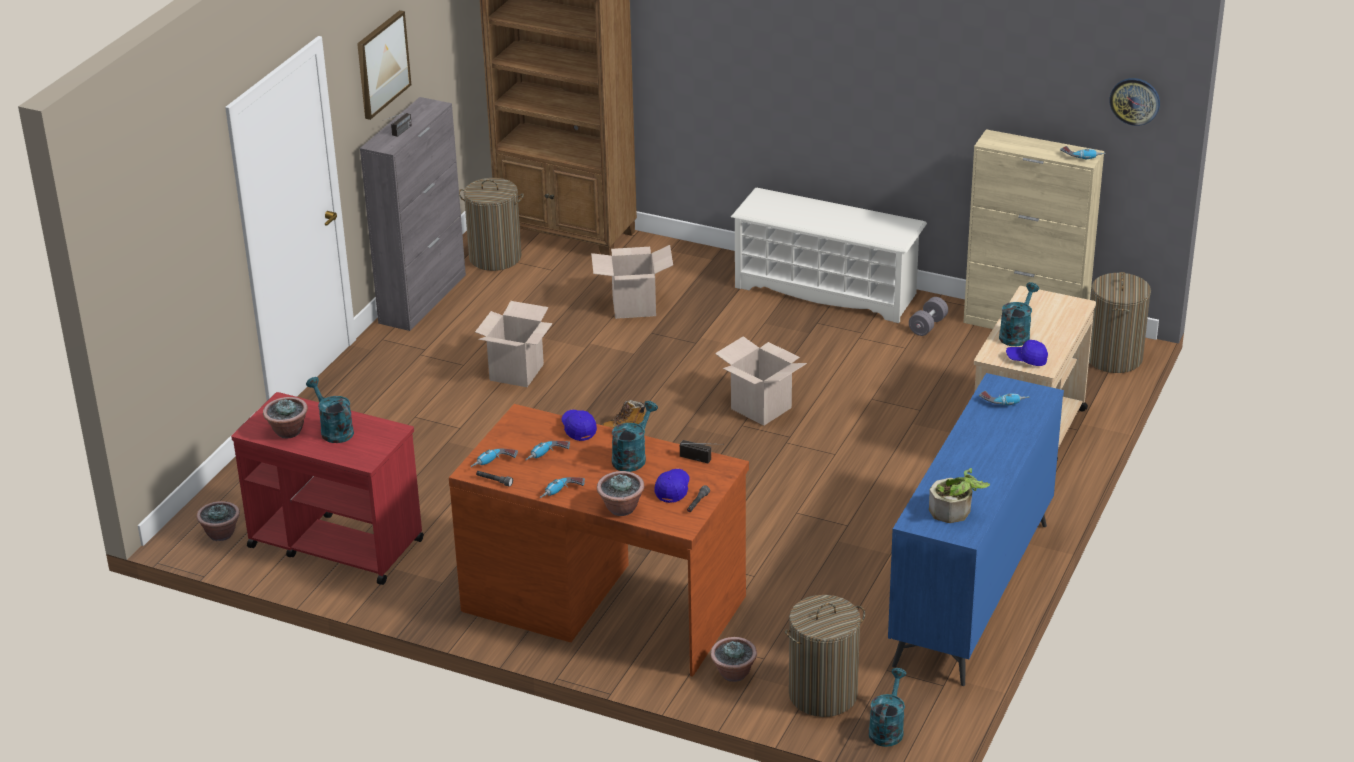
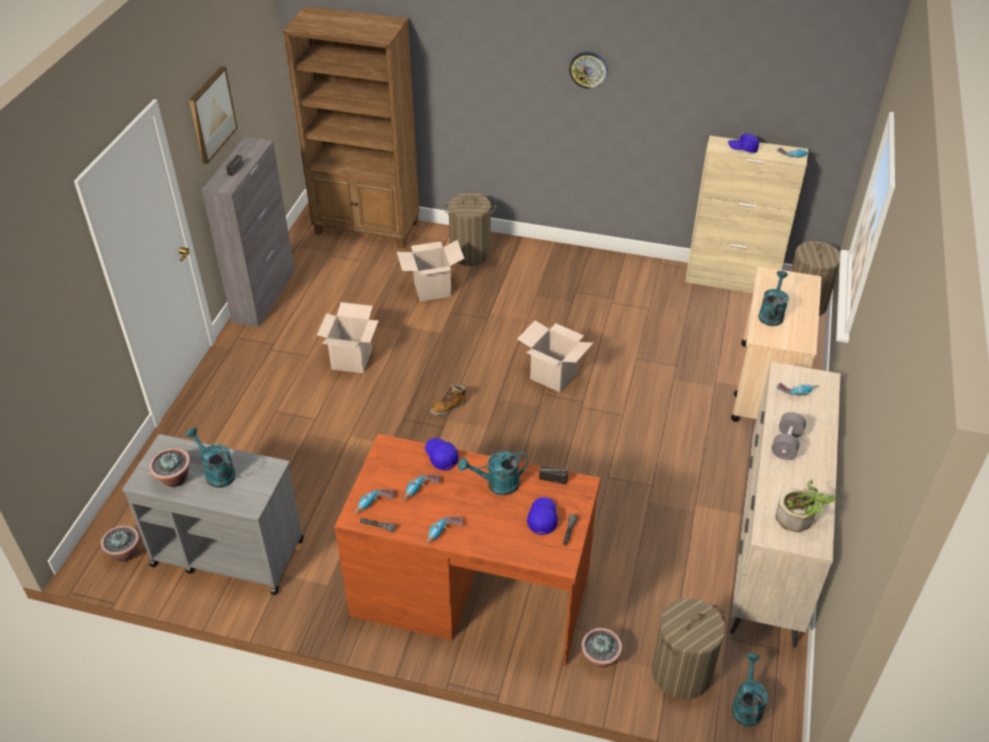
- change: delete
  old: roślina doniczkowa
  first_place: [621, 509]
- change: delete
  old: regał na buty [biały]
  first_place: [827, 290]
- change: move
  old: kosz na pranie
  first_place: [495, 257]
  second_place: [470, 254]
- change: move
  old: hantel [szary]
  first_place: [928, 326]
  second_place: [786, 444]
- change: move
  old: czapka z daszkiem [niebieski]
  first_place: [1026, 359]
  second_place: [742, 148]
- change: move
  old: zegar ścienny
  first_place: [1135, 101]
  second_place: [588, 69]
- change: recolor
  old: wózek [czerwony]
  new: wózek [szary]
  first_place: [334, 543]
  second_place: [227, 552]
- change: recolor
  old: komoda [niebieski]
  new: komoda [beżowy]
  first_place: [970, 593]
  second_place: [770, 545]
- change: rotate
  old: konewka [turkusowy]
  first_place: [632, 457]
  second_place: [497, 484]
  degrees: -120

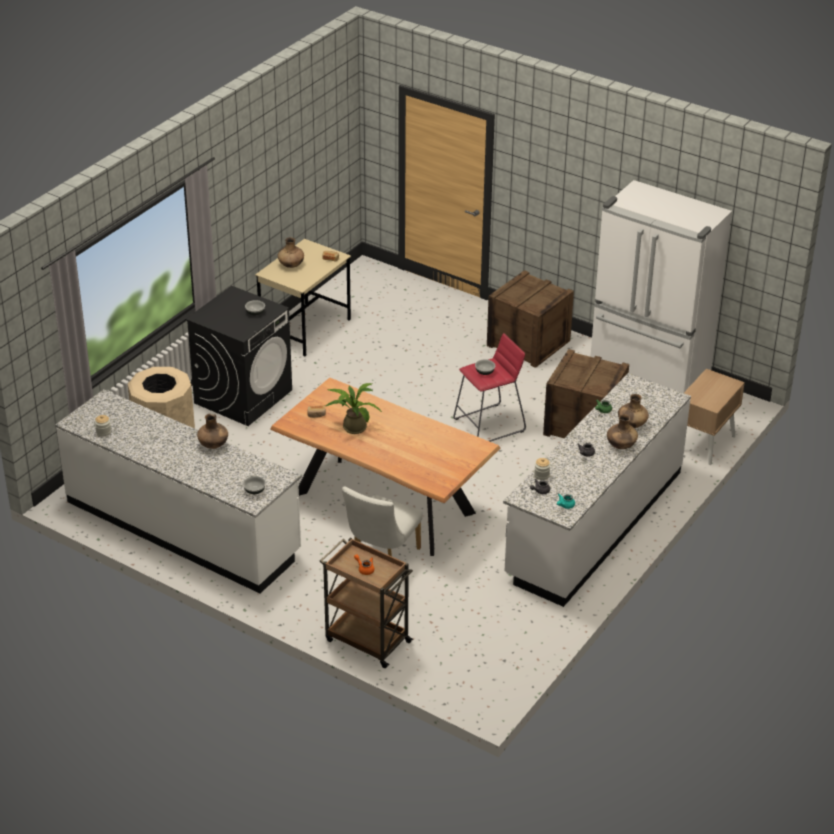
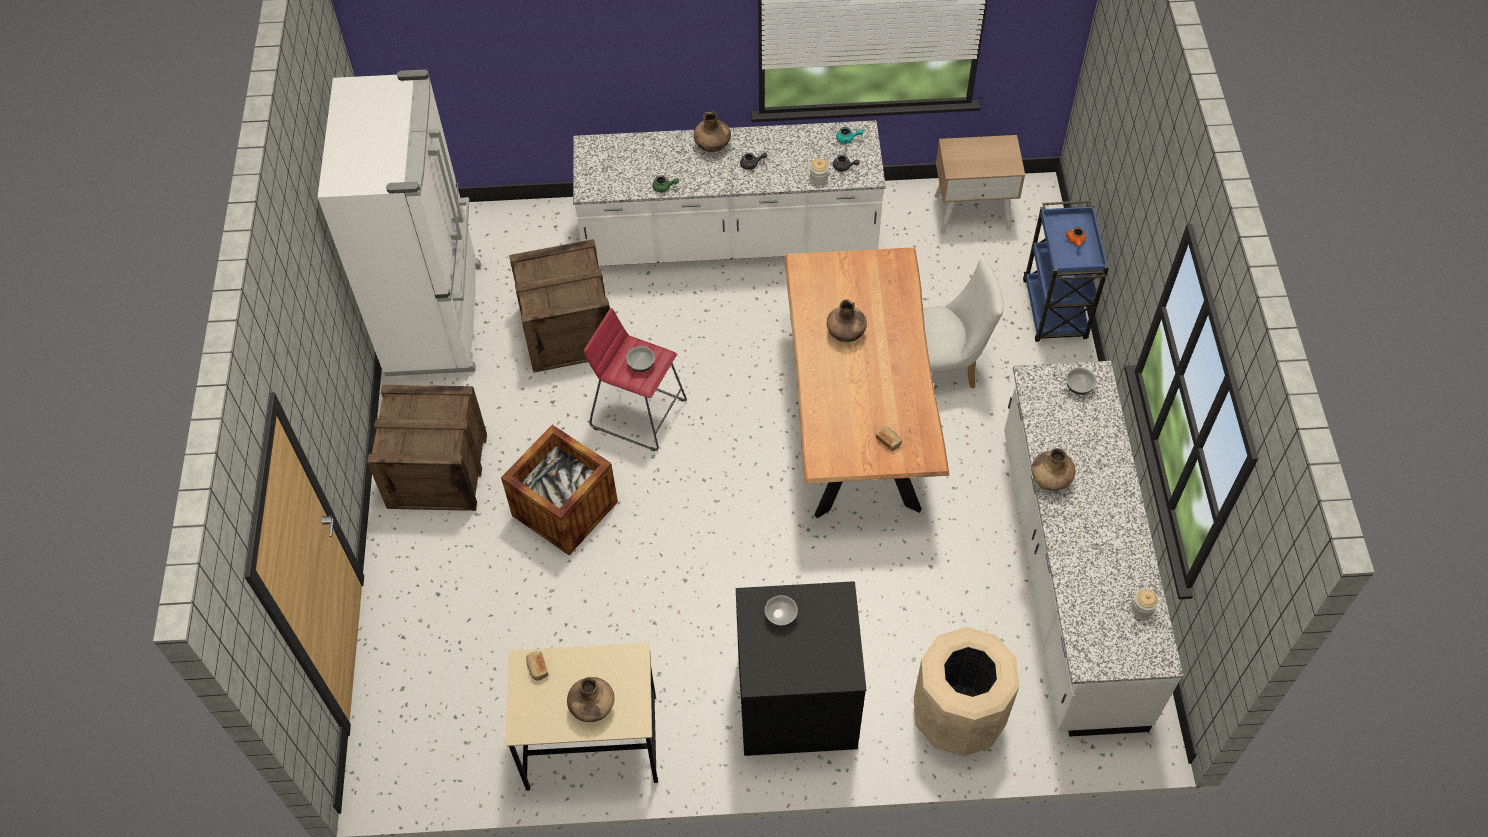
- change: delete
  old: roślina doniczkowa
  first_place: [352, 426]
- change: insert
  new: skrzynka
  second_place: [565, 509]
- change: move
  old: wazon [brązowy]
  first_place: [631, 424]
  second_place: [846, 333]
- change: move
  old: szafka nocna [beżowy]
  first_place: [704, 443]
  second_place: [972, 212]
- change: recolor
  old: wózek [brązowy]
  new: wózek [niebieski]
  first_place: [366, 640]
  second_place: [1055, 311]

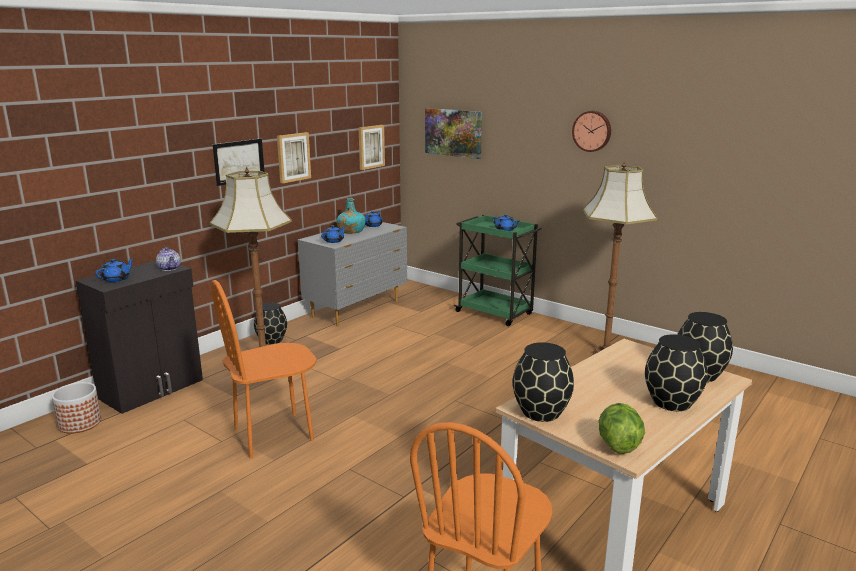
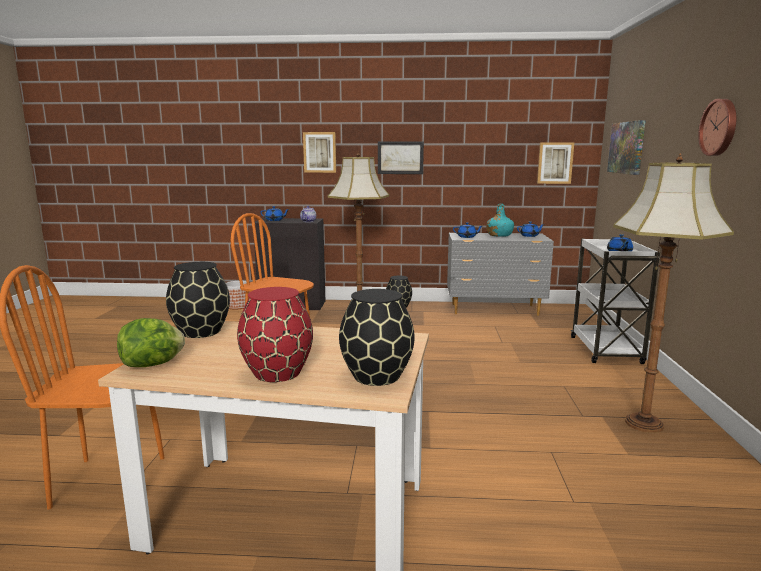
- change: move
  old: obraz
  first_place: [293, 157]
  second_place: [320, 152]
- change: recolor
  old: wózek [zielony]
  new: wózek [biały]
  first_place: [495, 313]
  second_place: [606, 351]
- change: recolor
  old: wazon [czarny]
  new: wazon [czerwony]
  first_place: [671, 402]
  second_place: [278, 372]

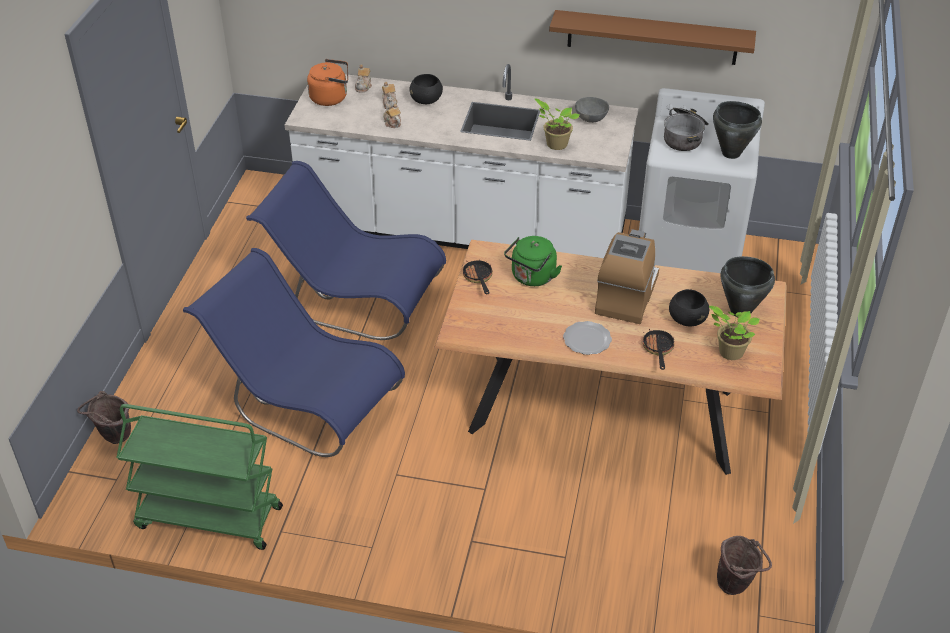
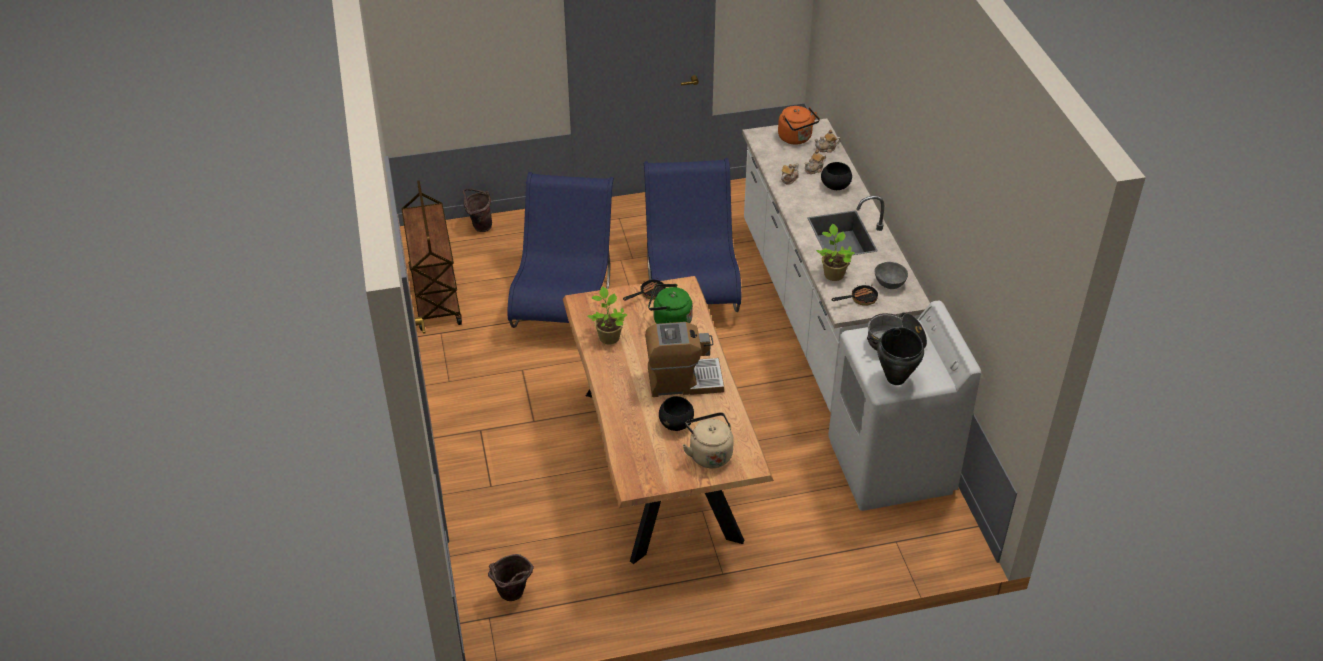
- change: delete
  old: półka [brązowy]
  first_place: [652, 37]
- change: delete
  old: talerz
  first_place: [586, 340]
- change: move
  old: patelnia
  first_place: [658, 350]
  second_place: [860, 299]
- change: move
  old: roślina doniczkowa
  first_place: [729, 352]
  second_place: [608, 336]
- change: replace
  old: garnek [czarny]
  new: czajnik [beżowy]
  first_place: [740, 311]
  second_place: [709, 454]
- change: recolor
  old: wózek [zielony]
  new: wózek [brązowy]
  first_place: [208, 518]
  second_place: [434, 295]

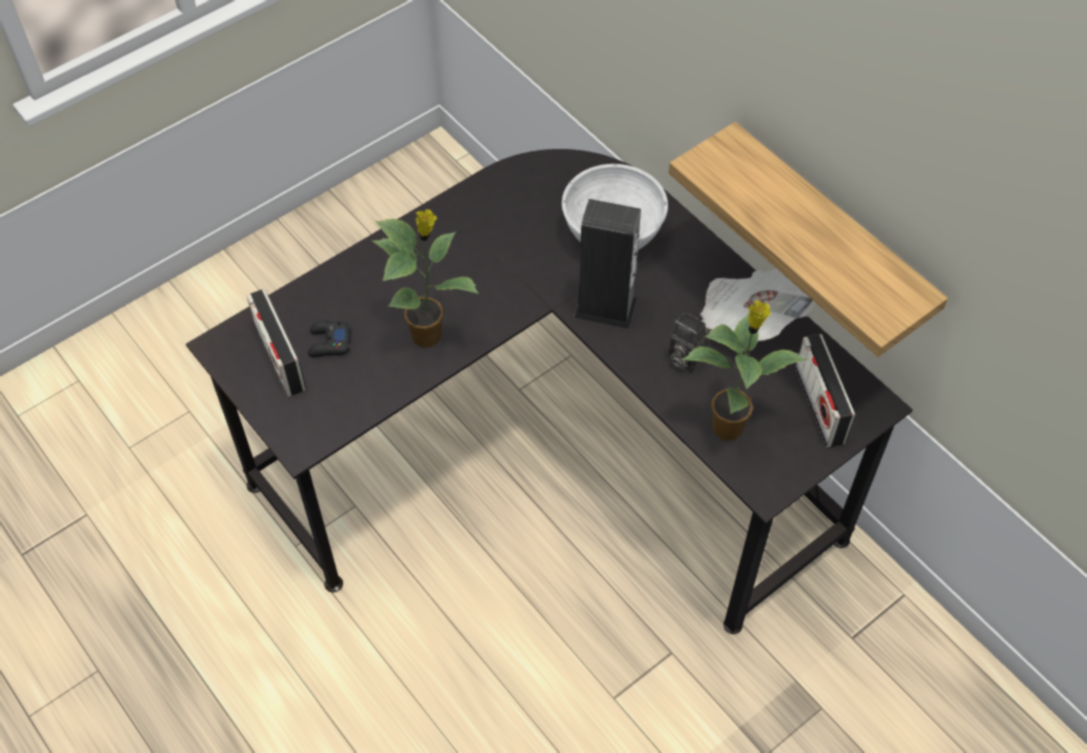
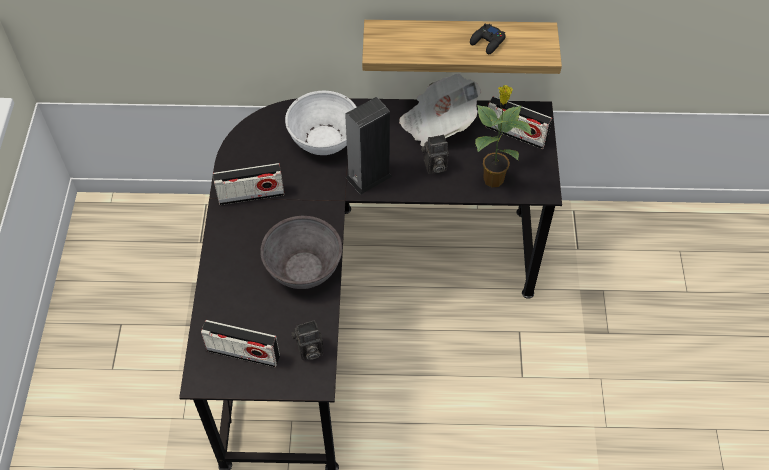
- change: insert
  new: radio
  second_place: [251, 195]
- change: insert
  new: aparat fotograficzny
  second_place: [309, 350]
- change: move
  old: pad do gier [czarny]
  first_place: [329, 343]
  second_place: [487, 42]
- change: replace
  old: roślina doniczkowa
  new: miska [szary]
  first_place: [428, 335]
  second_place: [303, 268]

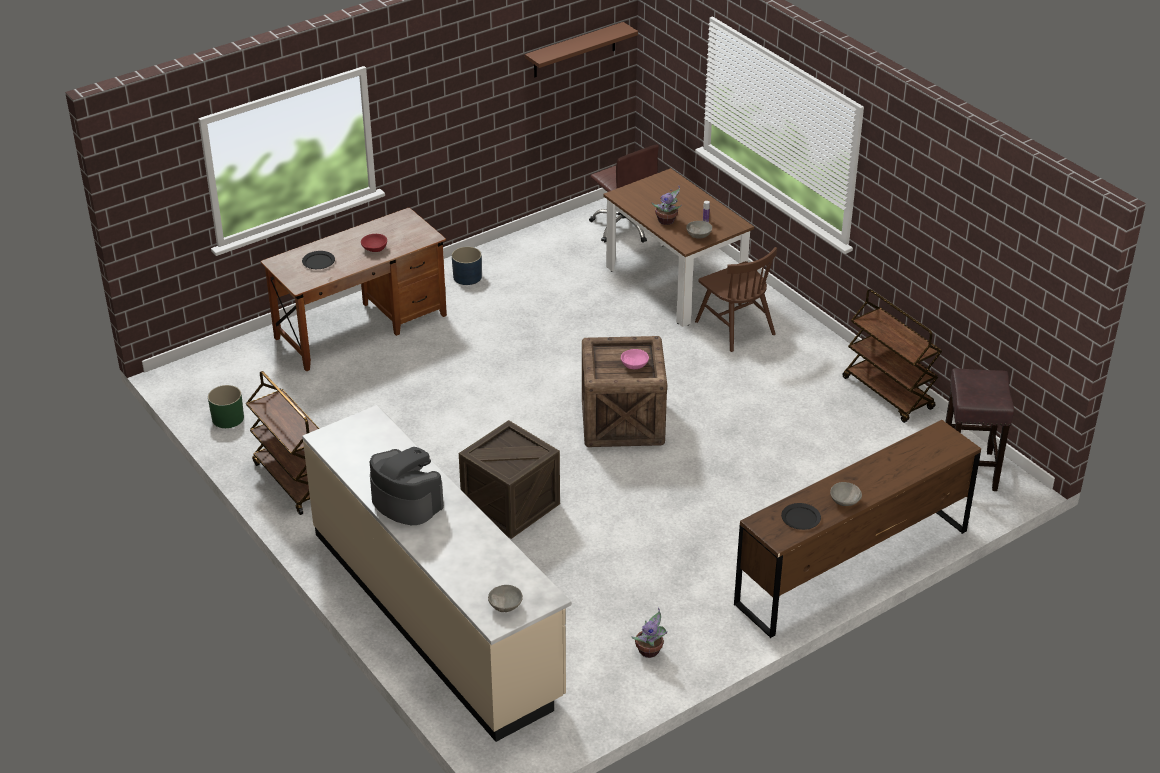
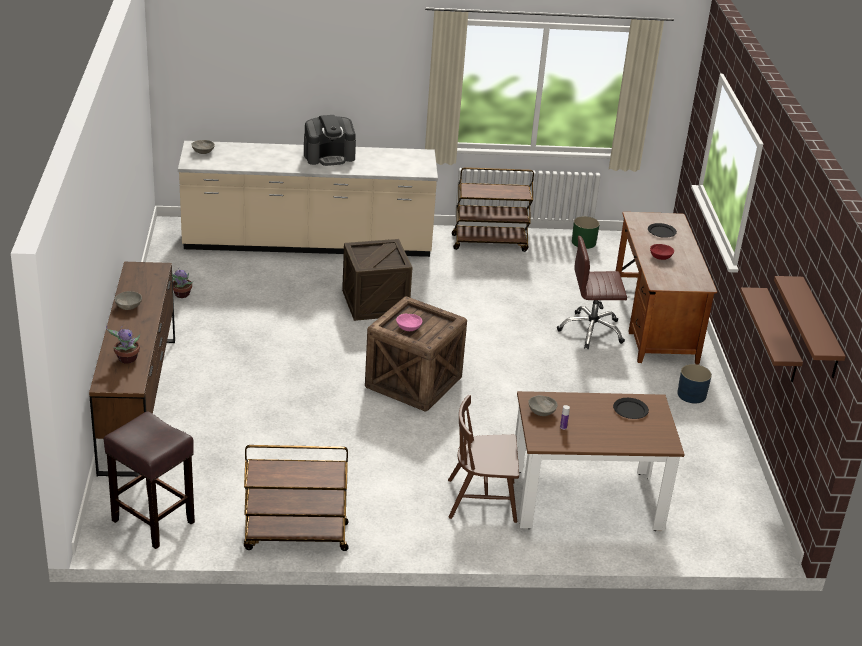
- change: insert
  new: półka [brązowy]
  second_place: [781, 336]
- change: move
  old: krzesło biurowe [brązowy]
  first_place: [624, 226]
  second_place: [591, 331]
- change: move
  old: roślina doniczkowa
  first_place: [667, 221]
  second_place: [126, 359]
- change: move
  old: talerz [czarny]
  first_place: [801, 518]
  second_place: [630, 410]

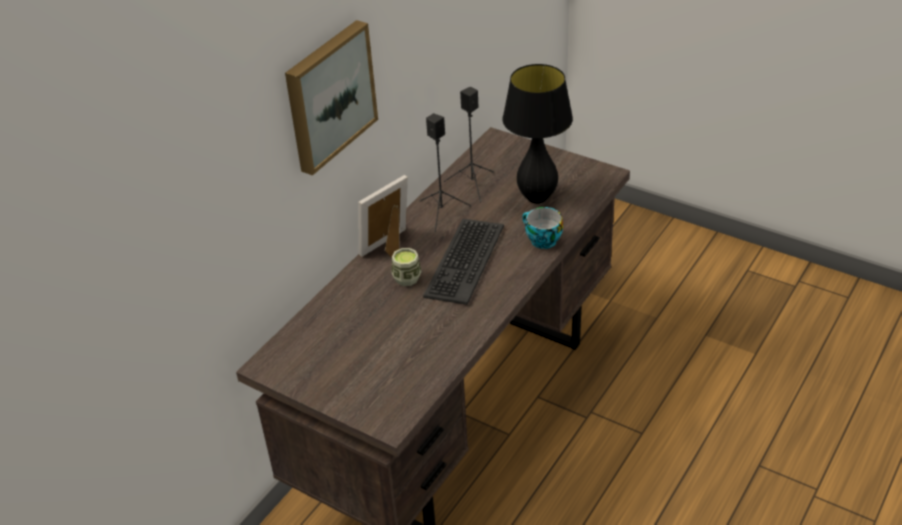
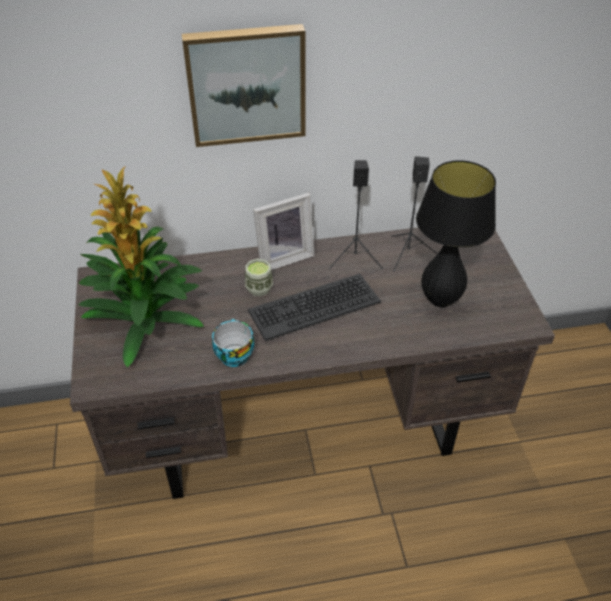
- change: insert
  new: roślina doniczkowa
  second_place: [146, 318]
- change: move
  old: filiżanka
  first_place: [541, 240]
  second_place: [233, 354]
- change: rotate
  old: ramka na zdjęcie
  first_place: [389, 247]
  second_place: [283, 257]
  degrees: 150

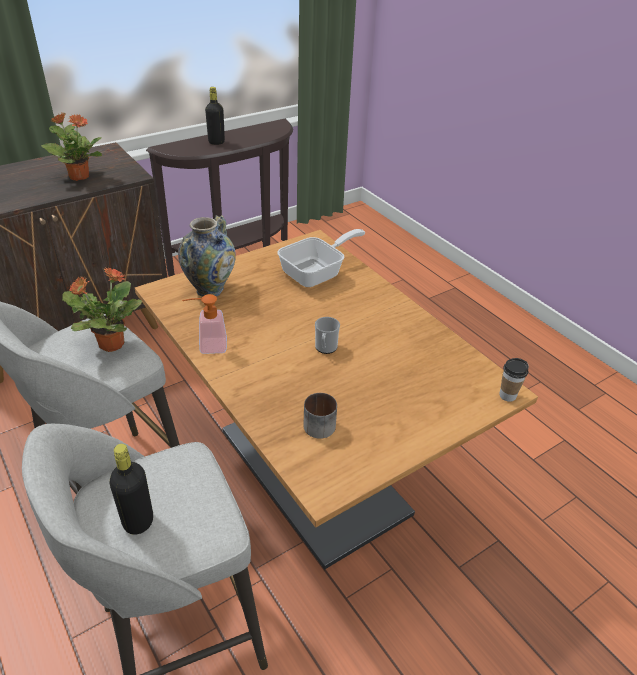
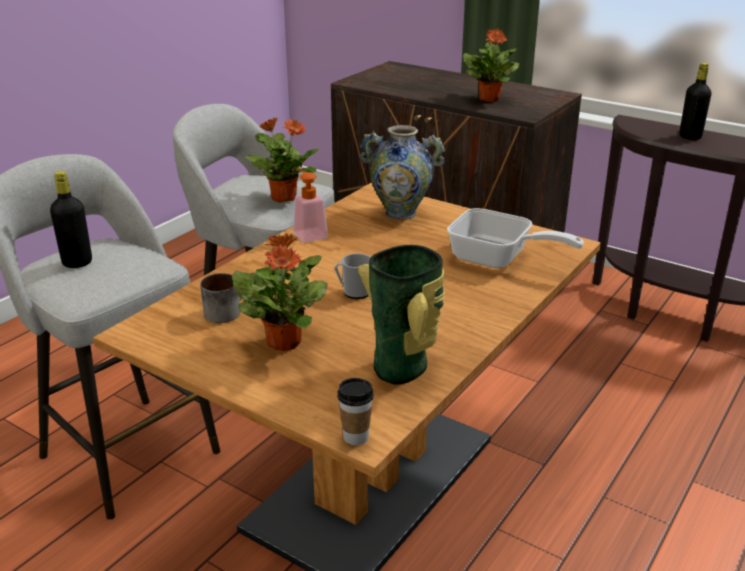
- change: insert
  new: roślina doniczkowa
  second_place: [284, 341]
- change: insert
  new: wazon
  second_place: [404, 366]

